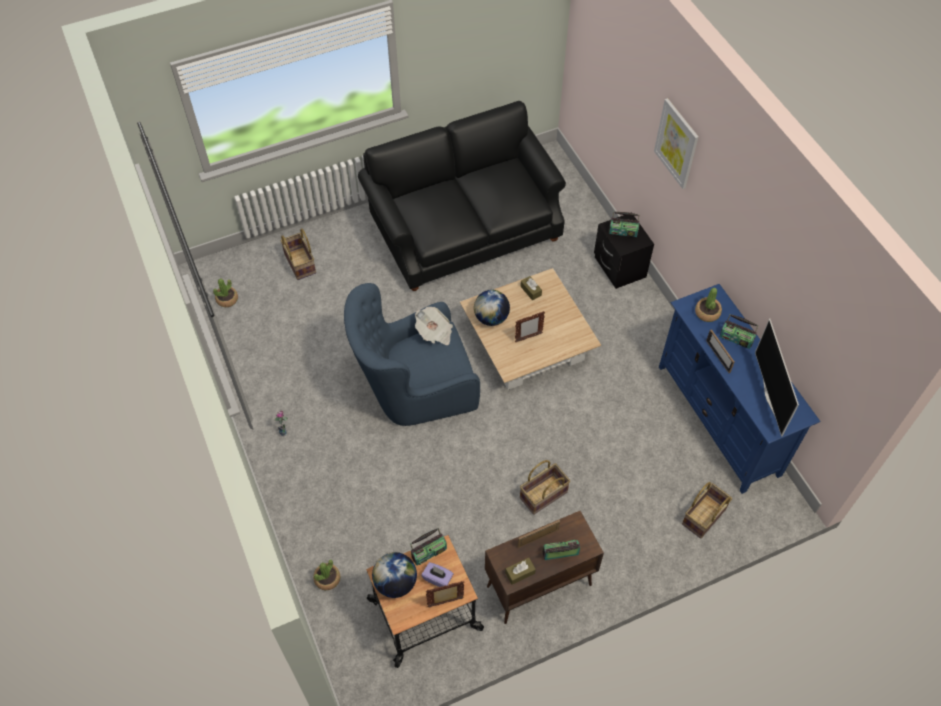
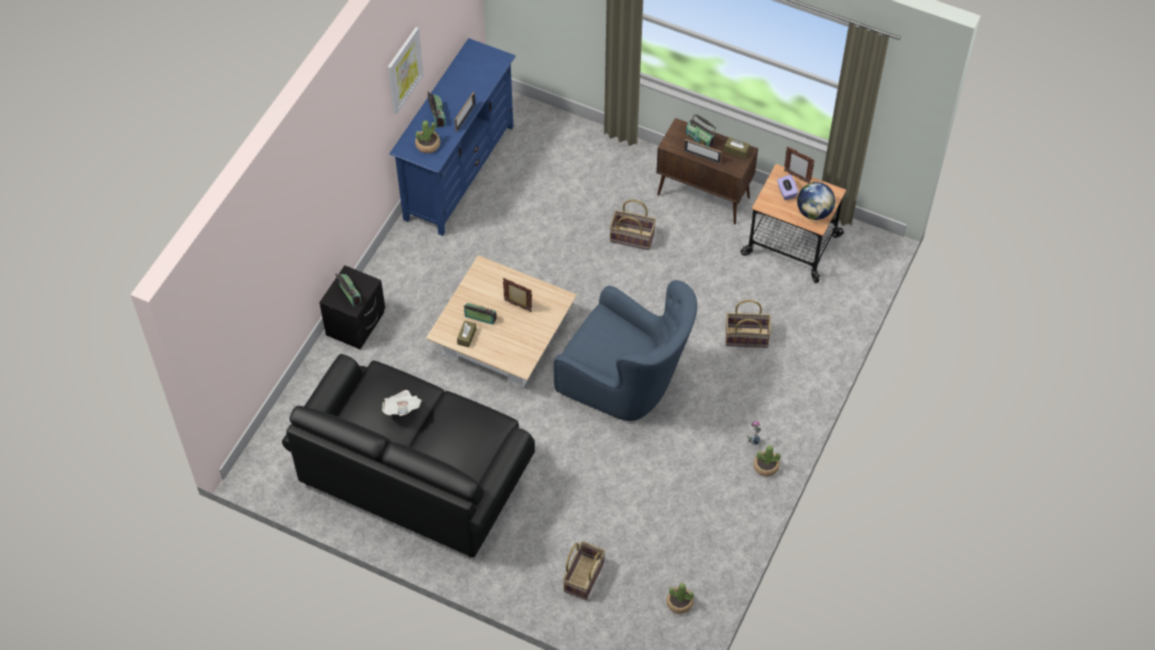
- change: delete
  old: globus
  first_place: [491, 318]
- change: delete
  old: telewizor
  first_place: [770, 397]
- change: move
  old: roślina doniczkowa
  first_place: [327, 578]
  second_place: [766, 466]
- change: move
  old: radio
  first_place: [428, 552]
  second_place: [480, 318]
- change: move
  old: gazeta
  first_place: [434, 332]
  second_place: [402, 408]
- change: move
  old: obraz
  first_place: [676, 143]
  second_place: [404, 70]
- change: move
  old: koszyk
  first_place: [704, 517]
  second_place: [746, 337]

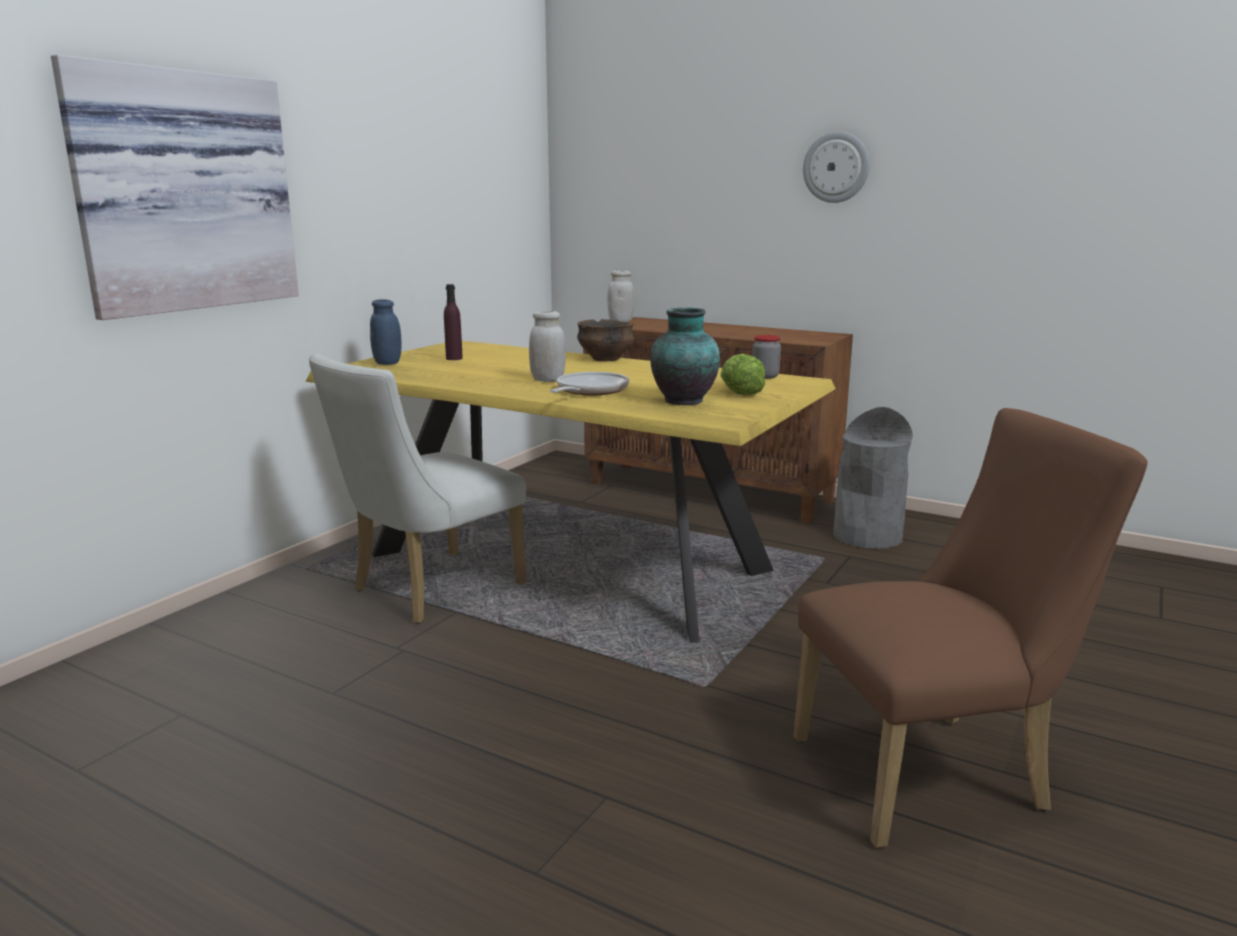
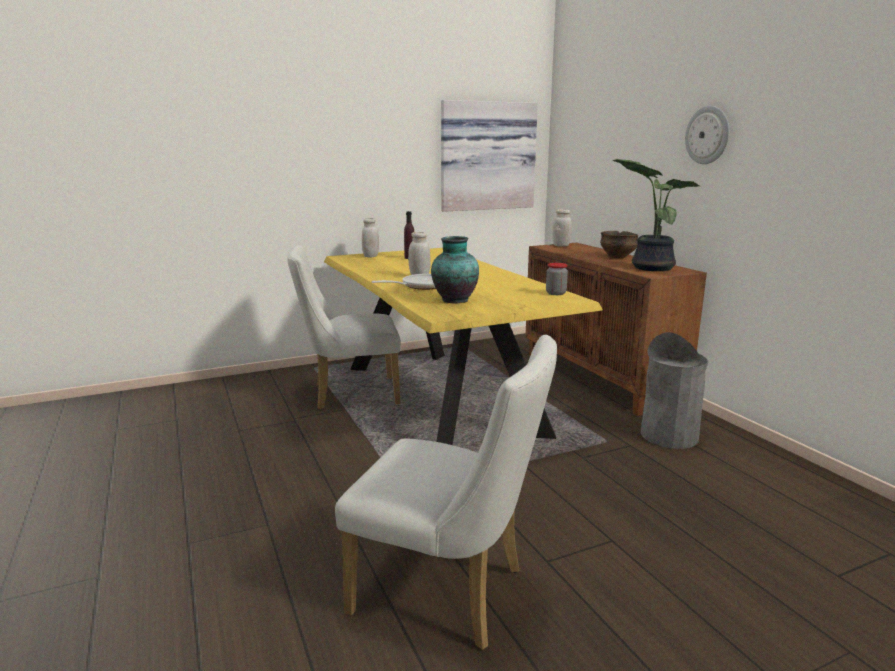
- change: delete
  old: sałata
  first_place: [739, 392]
- change: insert
  new: roślina doniczkowa
  second_place: [650, 267]
- change: move
  old: obraz
  first_place: [183, 192]
  second_place: [486, 156]
- change: move
  old: miska
  first_place: [605, 359]
  second_place: [617, 256]
- change: recolor
  old: słoik [niebieski]
  new: słoik [biały]
  first_place: [387, 363]
  second_place: [371, 256]
- change: recolor
  old: krzesło [brązowy]
  new: krzesło [biały]
  first_place: [934, 773]
  second_place: [450, 593]

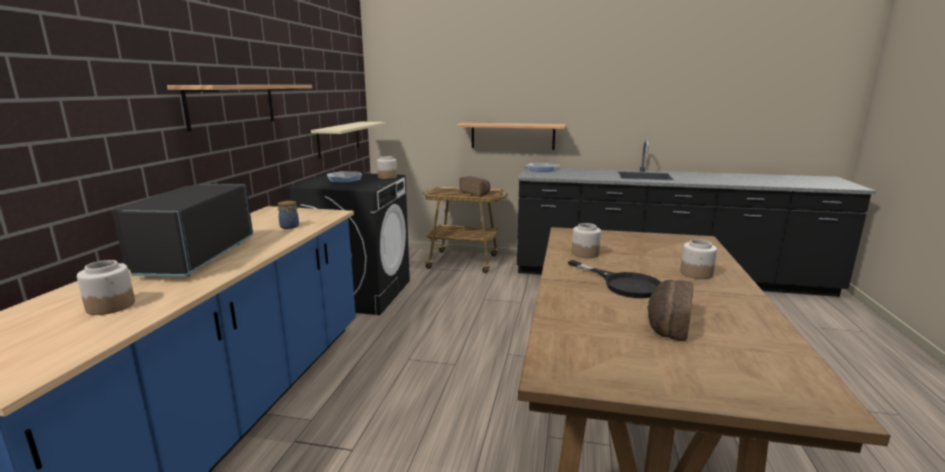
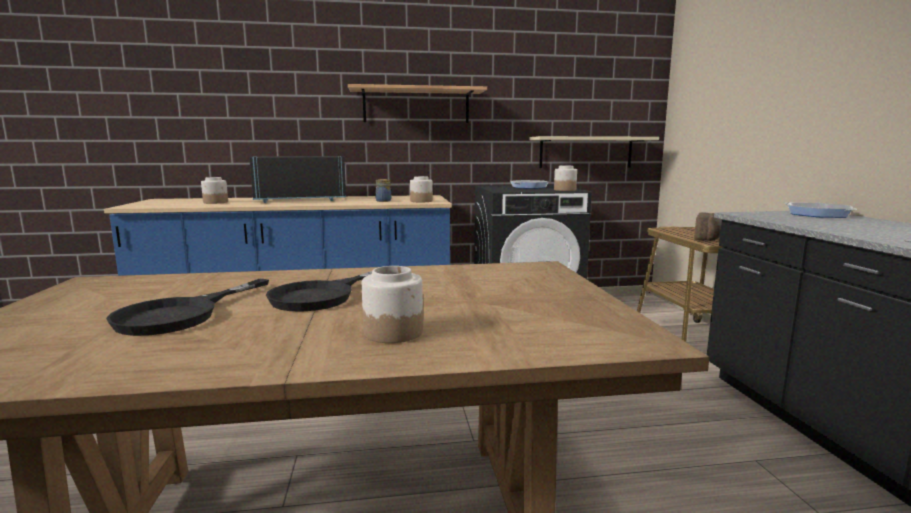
- change: delete
  old: półka
  first_place: [512, 136]
- change: move
  old: słoik
  first_place: [585, 253]
  second_place: [421, 201]
- change: replace
  old: chleb
  new: patelnia [czarny]
  first_place: [667, 323]
  second_place: [181, 314]

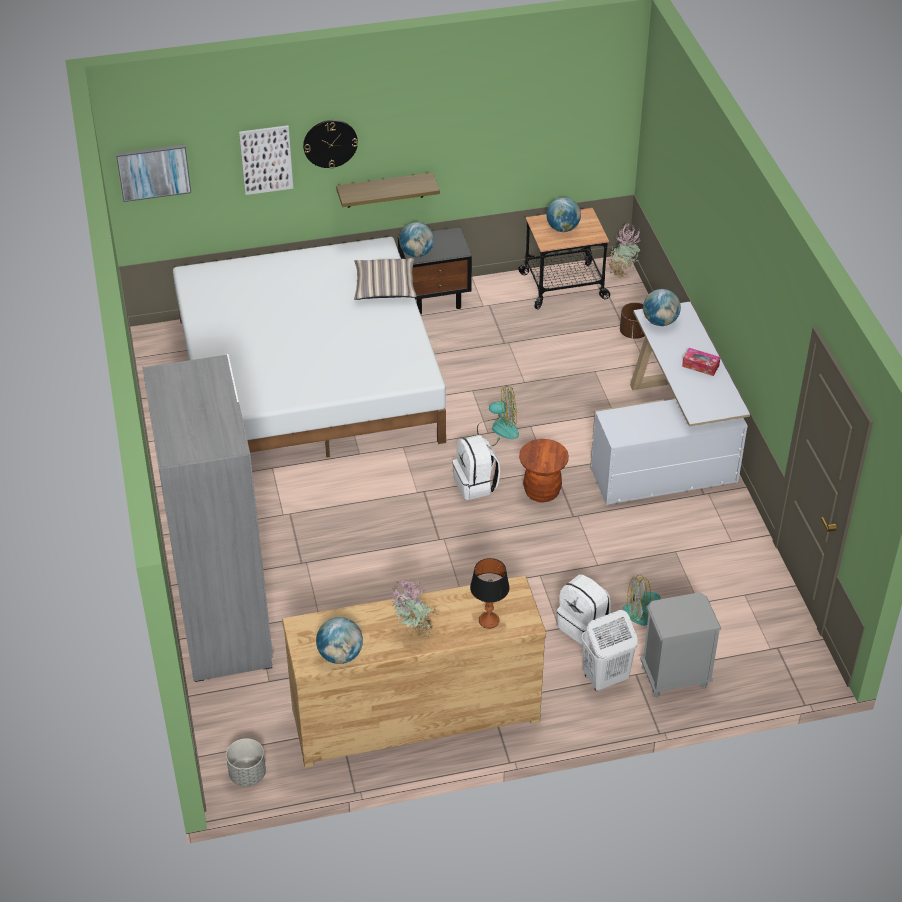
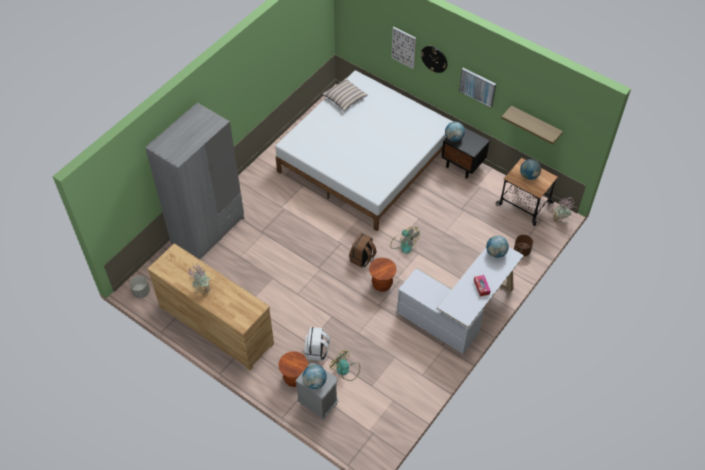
- change: delete
  old: lampa stołowa
  first_place: [488, 621]
- change: move
  old: obraz
  first_place: [153, 172]
  second_place: [477, 87]
- change: move
  old: globus
  first_place: [340, 655]
  second_place: [314, 382]
- change: move
  old: półka
  first_place: [385, 190]
  second_place: [535, 123]
- change: move
  old: poduszka
  first_place: [385, 286]
  second_place: [344, 98]
- change: replace
  old: kosz na pranie [biały]
  new: stołek [brązowy]
  first_place: [605, 678]
  second_place: [294, 378]
- change: recolor
  old: plecak [biały]
  new: plecak [brązowy]
  first_place: [476, 485]
  second_place: [362, 258]

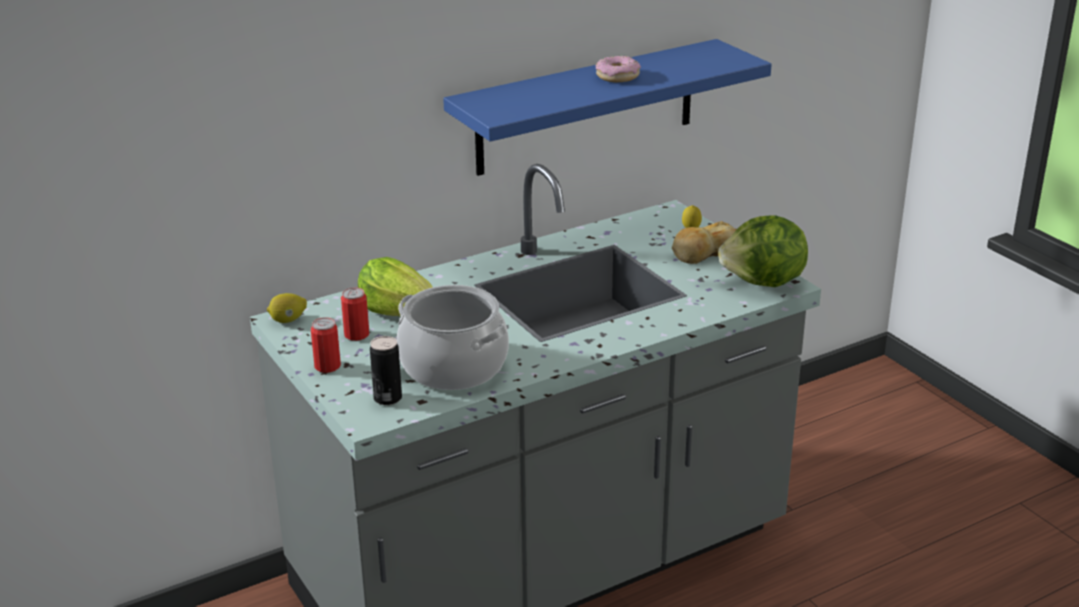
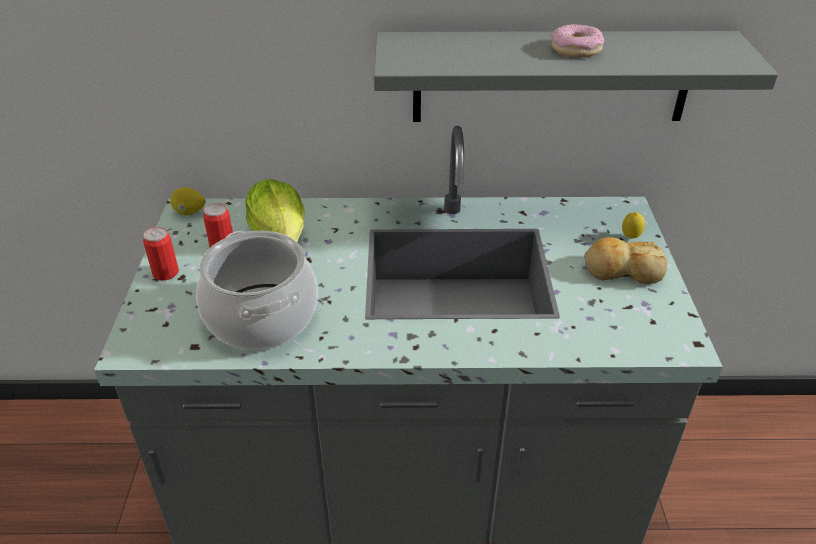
- change: delete
  old: puszka
  first_place: [387, 398]
- change: delete
  old: sałata
  first_place: [764, 283]
- change: recolor
  old: półka [niebieski]
  new: półka [szary]
  first_place: [586, 107]
  second_place: [551, 77]

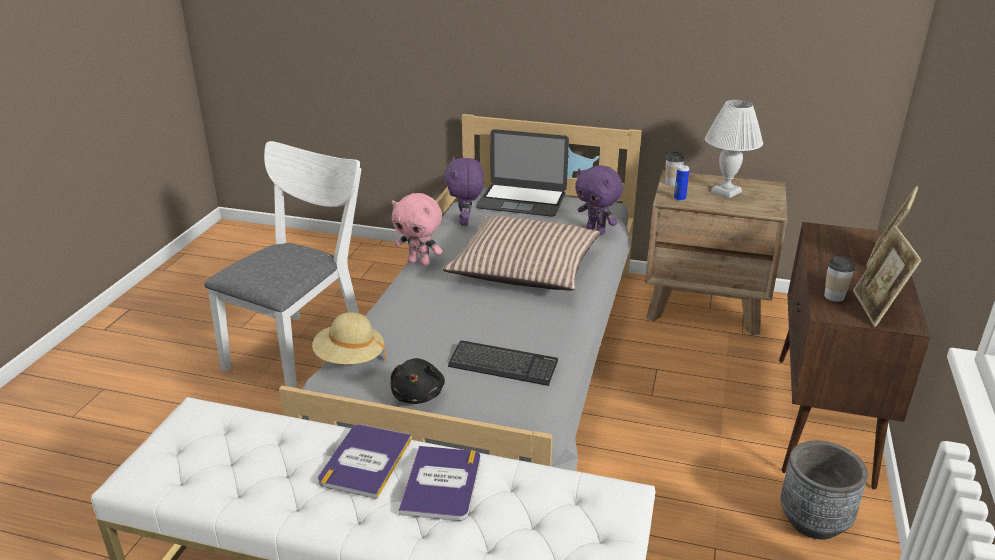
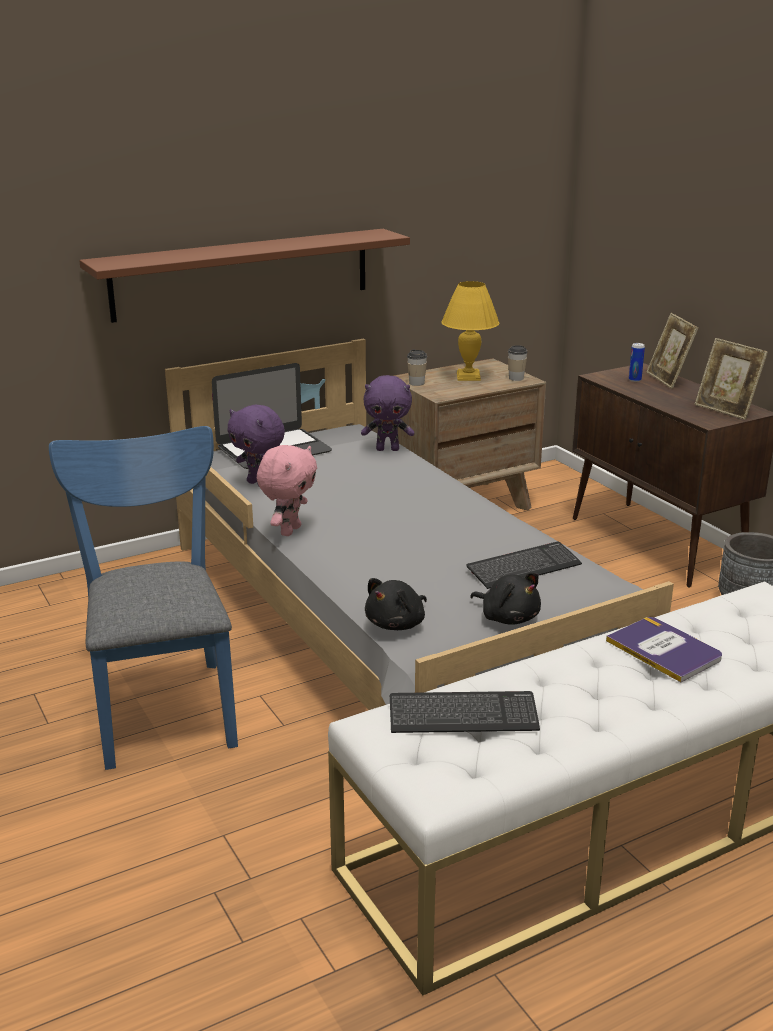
- change: delete
  old: książka
  first_place: [365, 461]
- change: delete
  old: poduszka
  first_place: [524, 268]
- change: insert
  new: półka [brązowy]
  second_place: [242, 274]
- change: insert
  new: klawiatura
  second_place: [463, 716]
- change: move
  old: puszka
  first_place: [679, 199]
  second_place: [634, 380]
- change: move
  old: filiżanka
  first_place: [834, 296]
  second_place: [516, 378]
- change: replace
  old: kapelusz [beżowy]
  new: pluszak [czarny]
  first_place: [350, 358]
  second_place: [397, 624]
- change: recolor
  old: krzesło [biały]
  new: krzesło [niebieski]
  first_place: [302, 348]
  second_place: [162, 703]
- change: recolor
  old: lampa stołowa [biały]
  new: lampa stołowa [żółty]
  first_place: [726, 192]
  second_place: [469, 377]
- change: rotate
  old: pluszak [różowy]
  first_place: [419, 262]
  second_place: [289, 530]
  degrees: -45

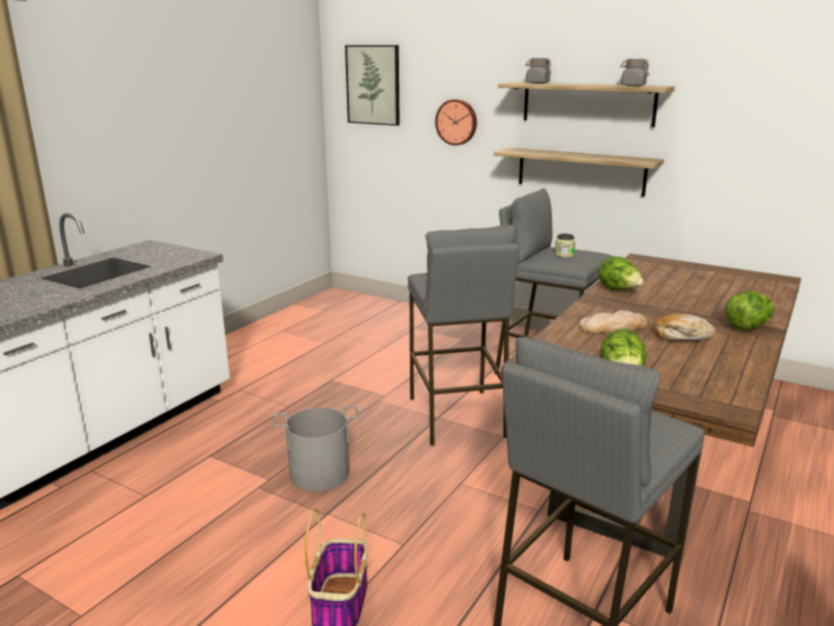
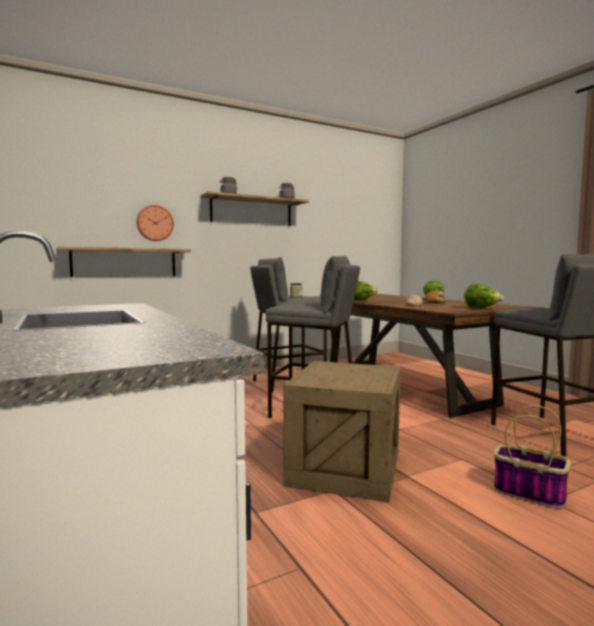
- change: delete
  old: obraz
  first_place: [373, 85]
- change: move
  old: półka
  first_place: [580, 171]
  second_place: [124, 262]
- change: replace
  old: wiadro [szary]
  new: skrzynka
  first_place: [319, 474]
  second_place: [345, 467]

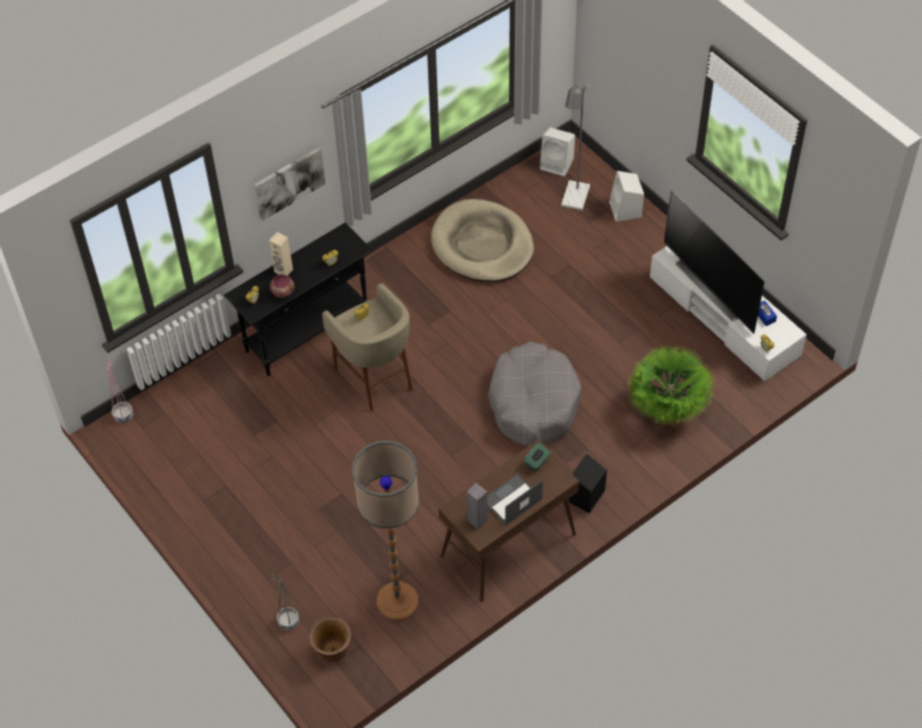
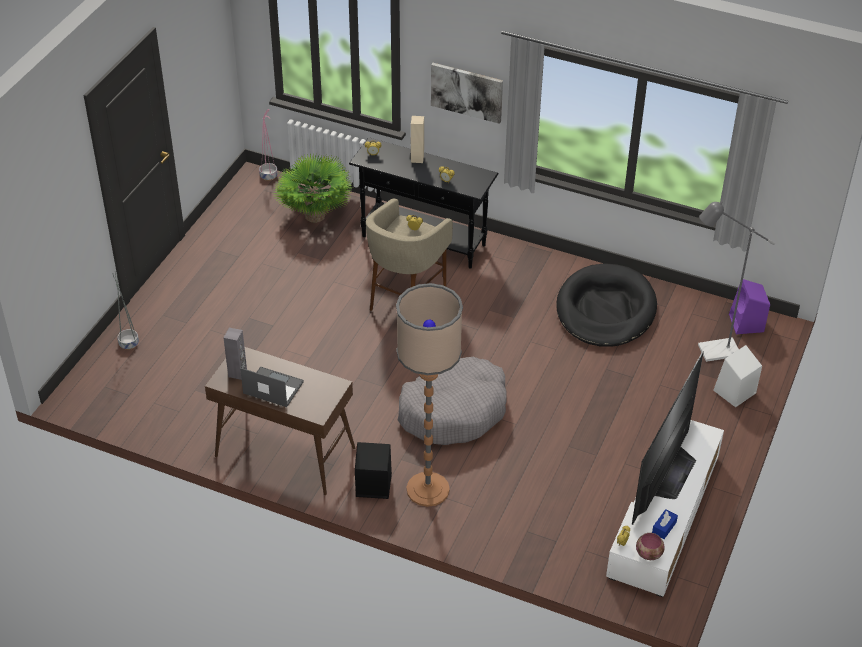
- change: delete
  old: donica [brązowy]
  first_place: [333, 651]
- change: delete
  old: pudełko chusteczek [zielony]
  first_place: [537, 462]
- change: move
  old: miska
  first_place: [283, 292]
  second_place: [649, 554]
- change: move
  old: lampa stojąca
  first_place: [397, 601]
  second_place: [427, 489]
- change: move
  old: roślina doniczkowa
  first_place: [667, 409]
  second_place: [314, 215]
- change: recolor
  old: legowisko [beżowy]
  new: legowisko [czarny]
  first_place: [482, 245]
  second_place: [605, 310]
- change: recolor
  old: głośnik [biały]
  new: głośnik [fioletowy]
  first_place: [557, 163]
  second_place: [746, 324]

